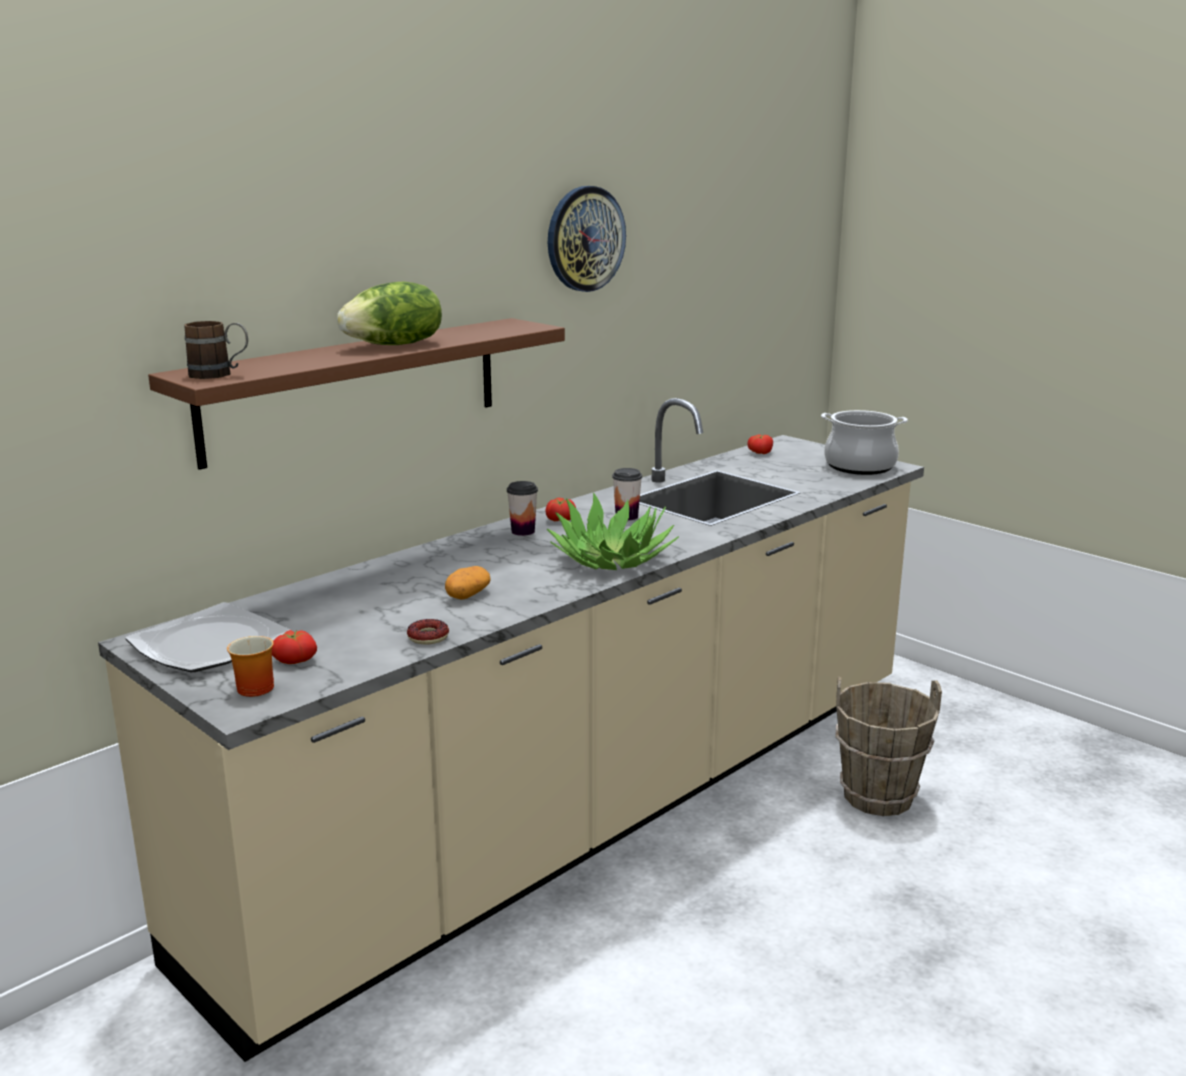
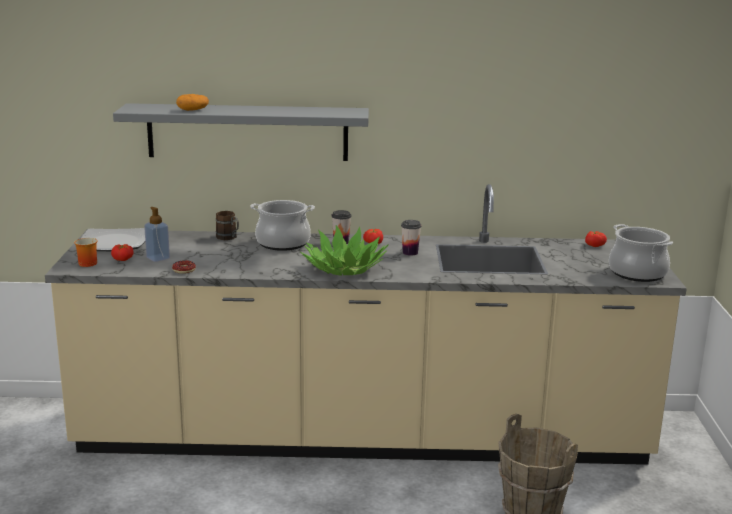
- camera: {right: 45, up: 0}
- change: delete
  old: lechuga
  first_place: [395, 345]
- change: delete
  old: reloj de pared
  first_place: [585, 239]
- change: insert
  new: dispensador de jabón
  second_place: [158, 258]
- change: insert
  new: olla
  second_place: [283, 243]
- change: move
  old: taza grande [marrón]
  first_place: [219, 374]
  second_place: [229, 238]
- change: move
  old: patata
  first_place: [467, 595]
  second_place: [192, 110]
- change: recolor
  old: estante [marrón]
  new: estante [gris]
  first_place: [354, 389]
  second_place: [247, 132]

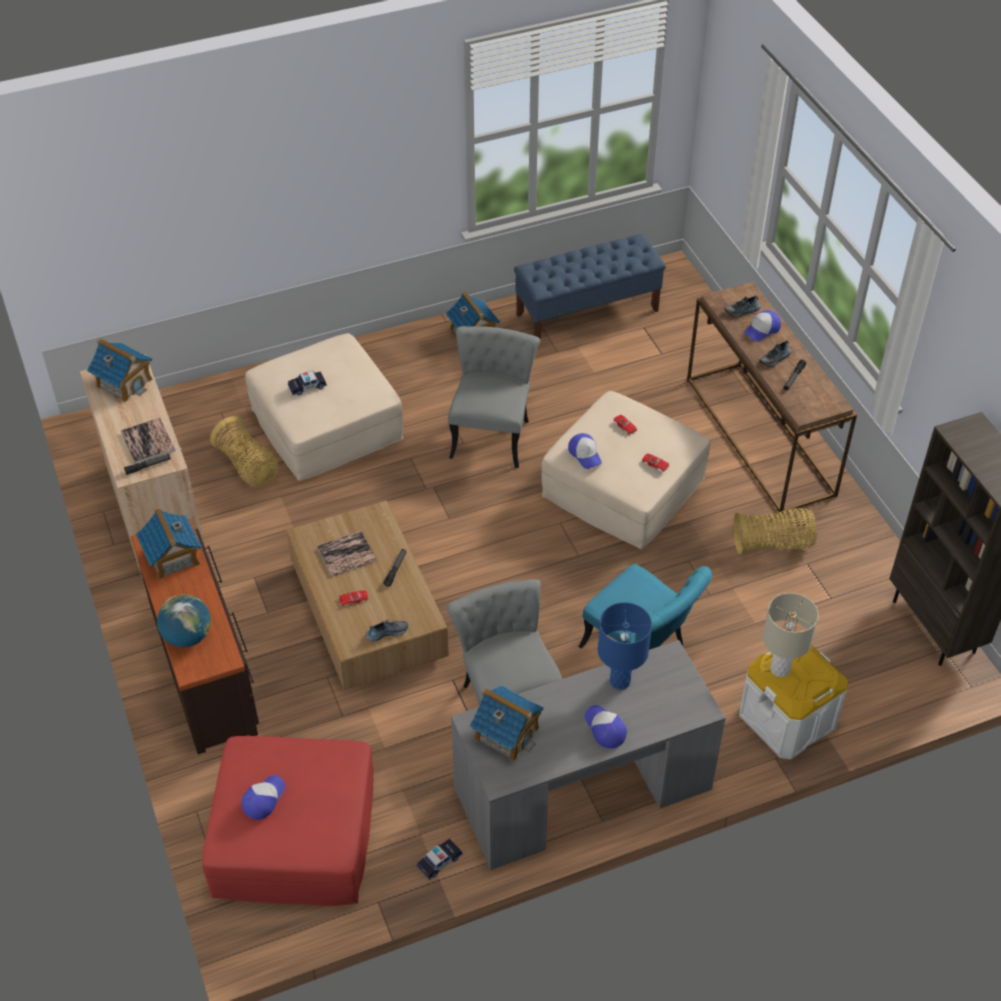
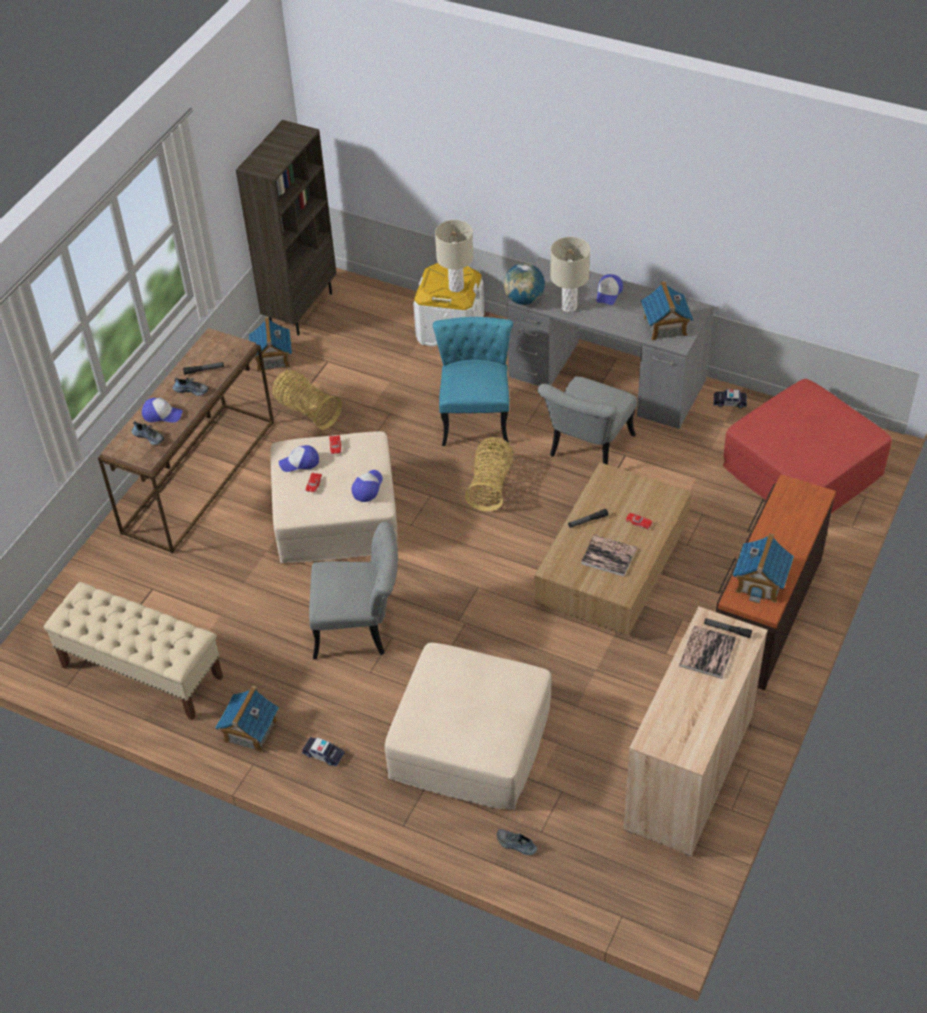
- camera: {right: -130, up: 0}
- change: move
  old: casita
  first_place: [124, 382]
  second_place: [272, 358]
- change: move
  old: globo terráqueo
  first_place: [187, 637]
  second_place: [524, 299]
- change: move
  old: cesta
  first_place: [248, 467]
  second_place: [490, 485]
- change: move
  old: gorra
  first_place: [263, 799]
  second_place: [300, 462]
- change: move
  old: coche de juguete
  first_place: [307, 386]
  second_place: [323, 754]
- change: move
  old: zapato
  first_place: [387, 632]
  second_place: [516, 845]
- change: recolor
  old: banco [azul]
  new: banco [beis]
  first_place: [587, 312]
  second_place: [141, 672]
- change: recolor
  old: lámpara de mesa [azul]
  new: lámpara de mesa [beis]
  first_place: [620, 681]
  second_place: [569, 307]
- change: rotate
  old: silla [gris]
  first_place: [492, 432]
  second_place: [360, 628]
  degrees: -150

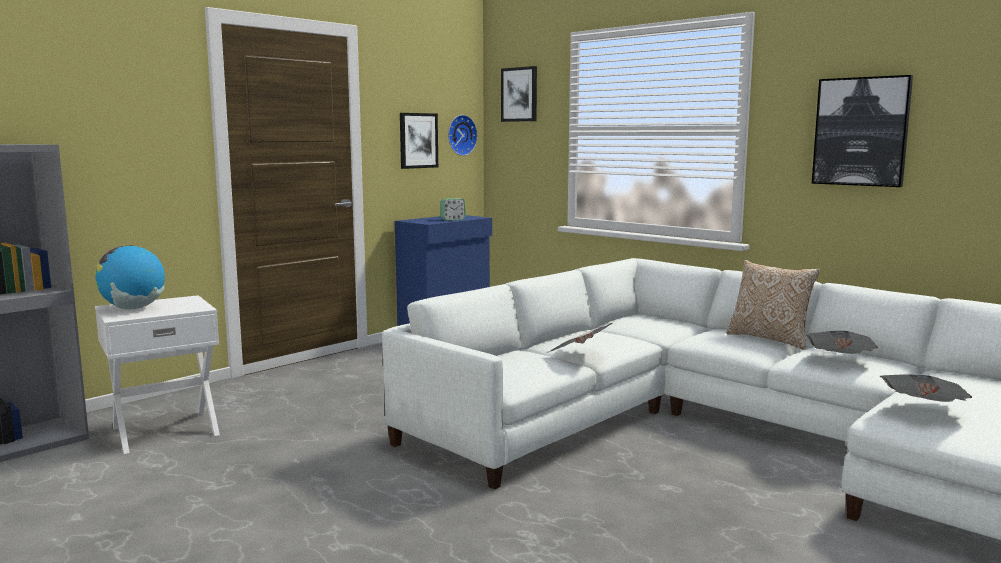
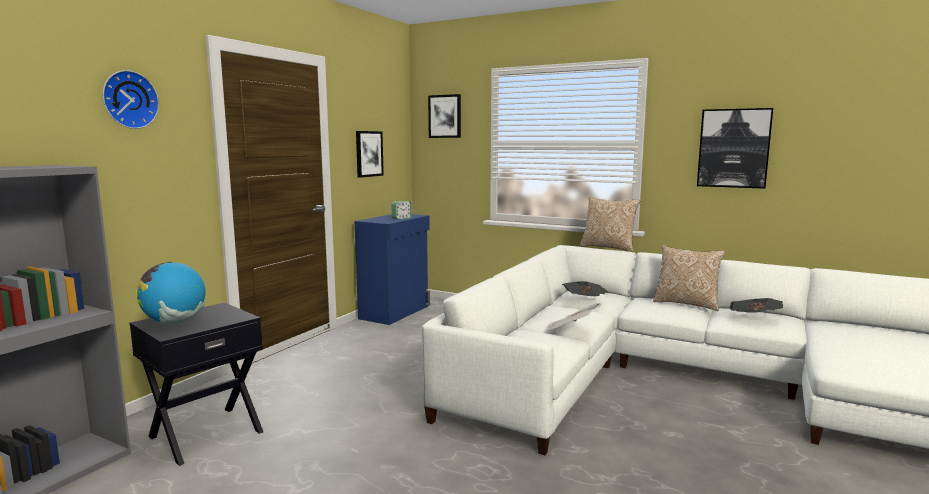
- camera: {right: -15, up: 0}
- change: insert
  new: cojín
  second_place: [608, 248]
- change: move
  old: reloj de pared
  first_place: [460, 135]
  second_place: [128, 100]
- change: move
  old: periódico
  first_place: [924, 410]
  second_place: [585, 301]
- change: recolor
  old: mesa auxiliar [blanco]
  new: mesa auxiliar [negro]
  first_place: [165, 430]
  second_place: [205, 433]

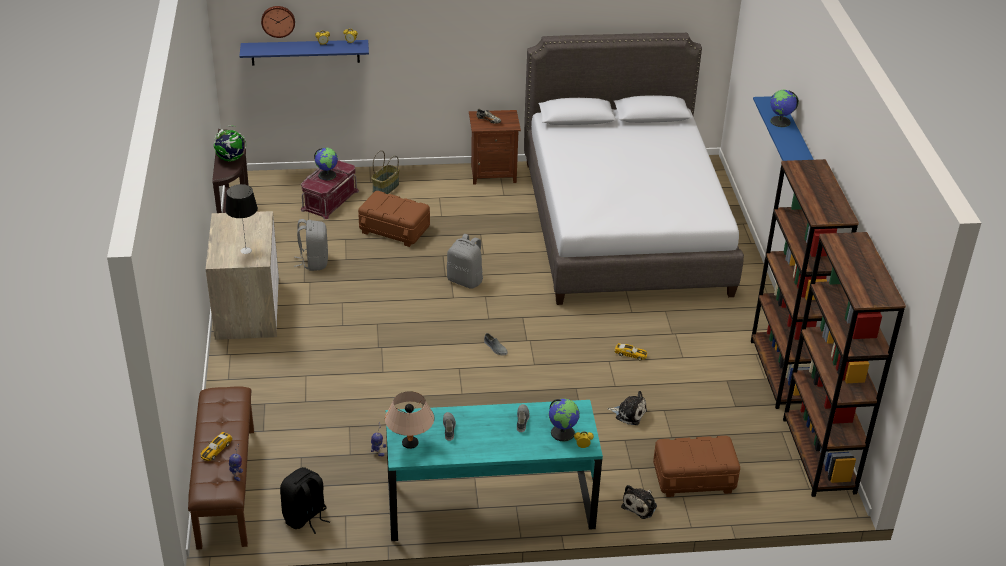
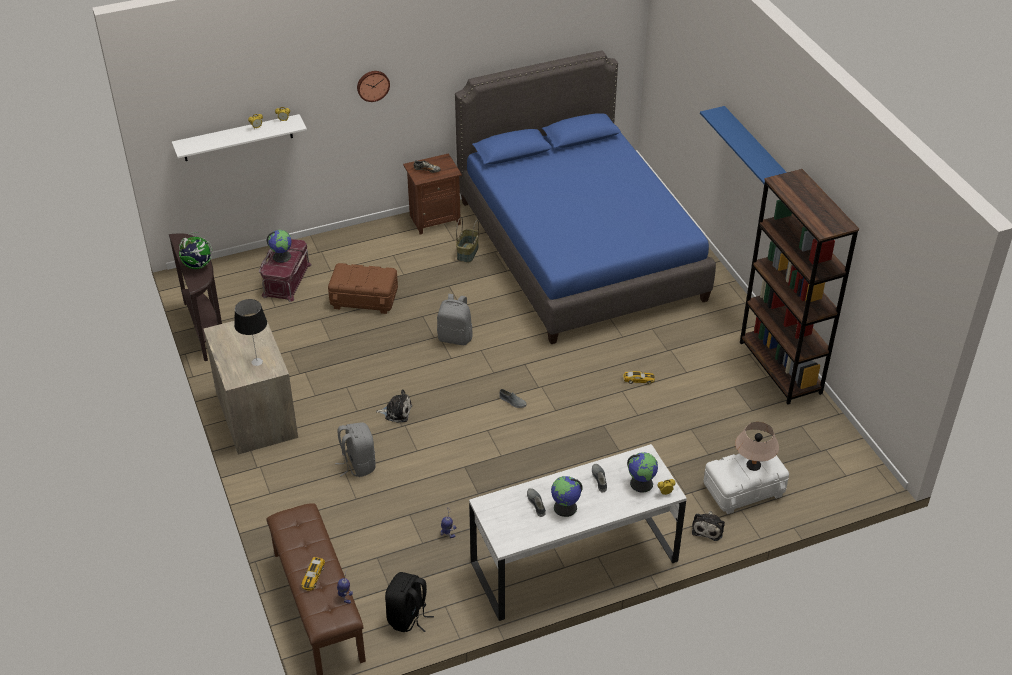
- camera: {right: -15, up: 5}
- change: delete
  old: estantería [marrón]
  first_place: [819, 456]
- change: move
  old: reloj de pared
  first_place: [278, 21]
  second_place: [372, 85]
- change: move
  old: mochila [gris]
  first_place: [314, 262]
  second_place: [358, 465]
- change: move
  old: cesta
  first_place: [386, 188]
  second_place: [468, 253]
- change: move
  old: lámpara de mesa [beis]
  first_place: [409, 443]
  second_place: [753, 466]
- change: move
  old: peluche
  first_place: [629, 413]
  second_place: [396, 412]
- change: move
  old: globo terráqueo
  first_place: [780, 122]
  second_place: [565, 508]
- change: recolor
  old: estante [azul]
  new: estante [blanco]
  first_place: [305, 52]
  second_place: [237, 138]
- change: recolor
  old: escritorio [turquesa]
  new: escritorio [blanco]
  first_place: [490, 505]
  second_place: [574, 562]
- change: recolor
  old: cama [gris]
  new: cama [azul]
  first_place: [623, 226]
  second_place: [579, 249]
- change: recolor
  old: caja de almacenaje [marrón]
  new: caja de almacenaje [blanco]
  first_place: [694, 478]
  second_place: [744, 490]

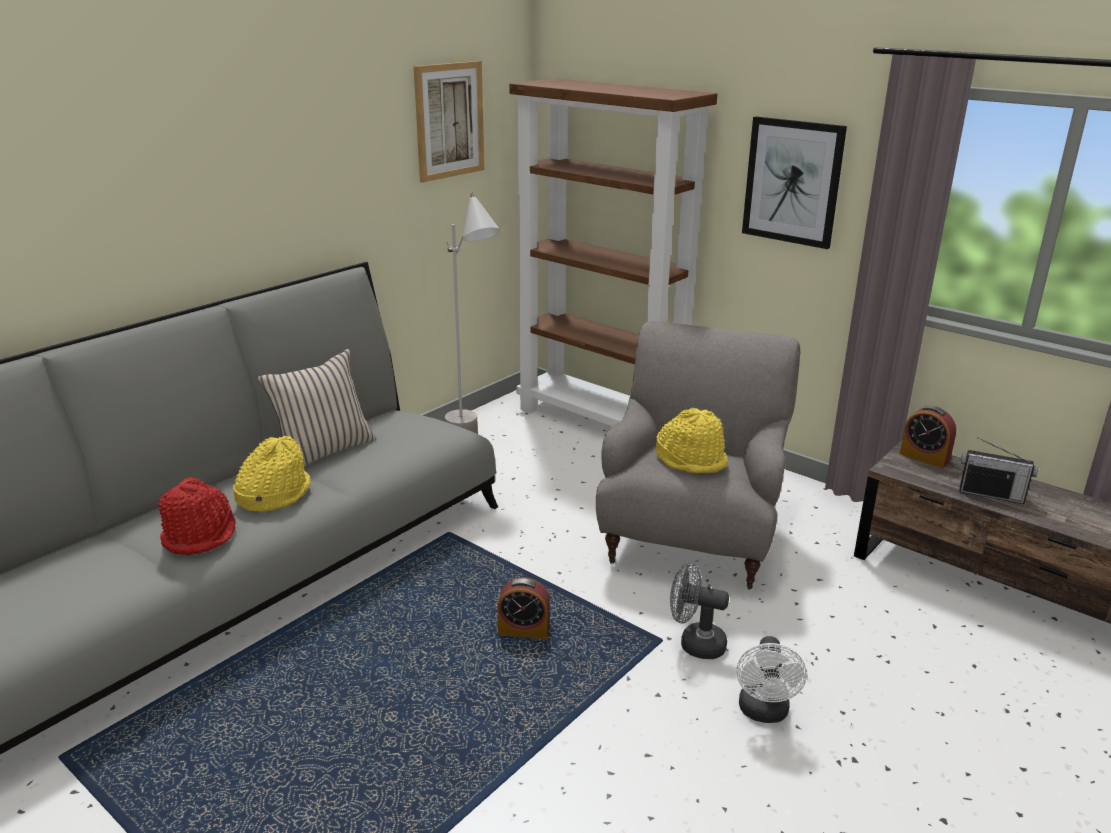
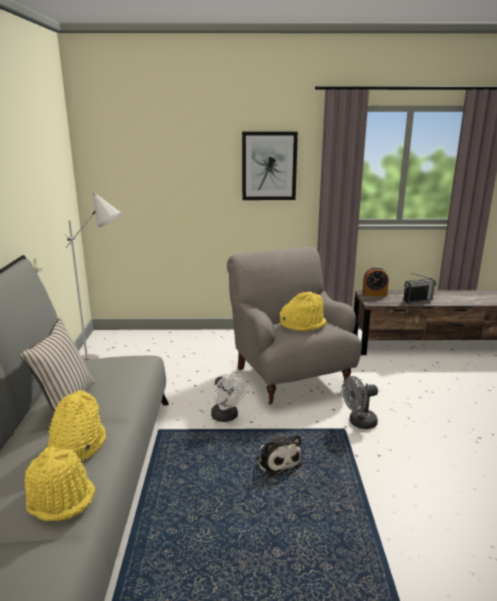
- camera: {right: -40, up: -5}
- change: delete
  old: cuadro
  first_place: [449, 120]
- change: delete
  old: estantería [marrón]
  first_place: [601, 423]
- change: move
  old: ventilador [blanco]
  first_place: [764, 713]
  second_place: [227, 417]
- change: replace
  old: despertador
  new: peluche
  first_place: [524, 631]
  second_place: [277, 461]
- change: recolor
  old: sombrero [rojo]
  new: sombrero [amarillo]
  first_place: [200, 535]
  second_place: [61, 497]

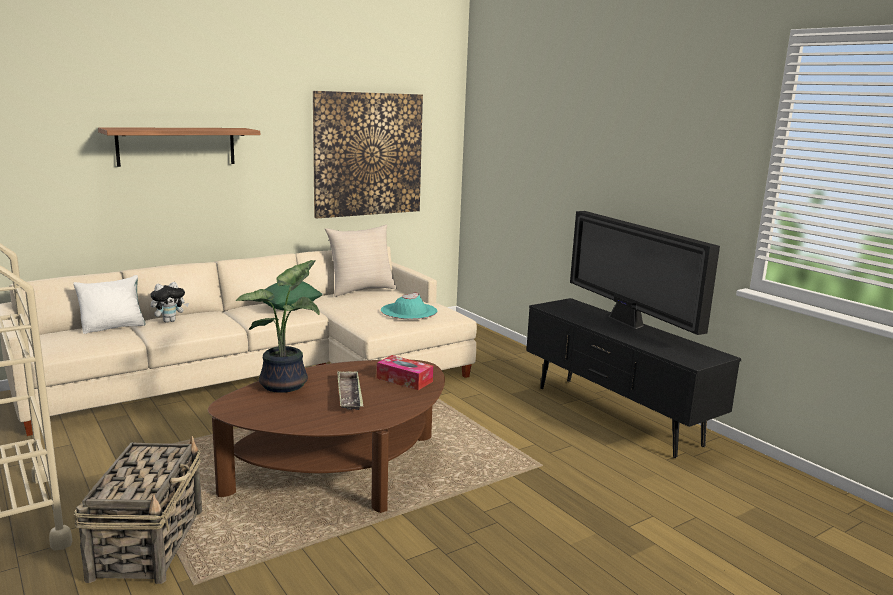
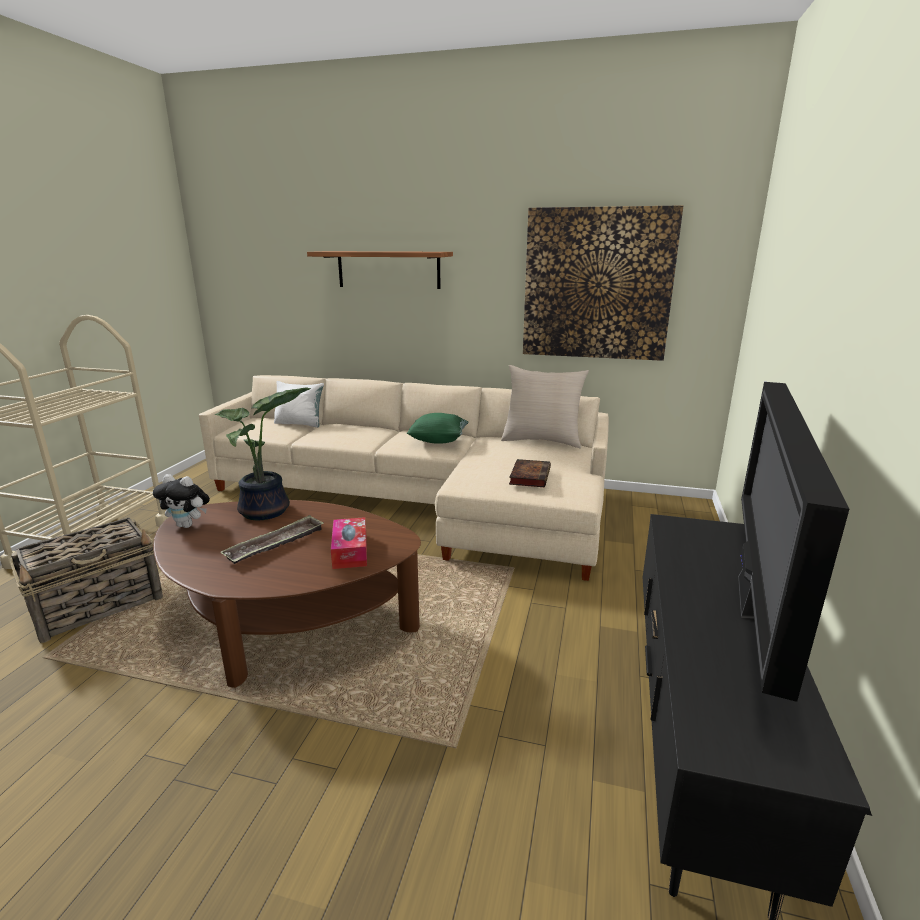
- camera: {right: 50, up: 5}
- change: move
  old: peluche
  first_place: [169, 321]
  second_place: [188, 525]
- change: replace
  old: sombrero [turquesa]
  new: libro
  first_place: [409, 311]
  second_place: [529, 476]

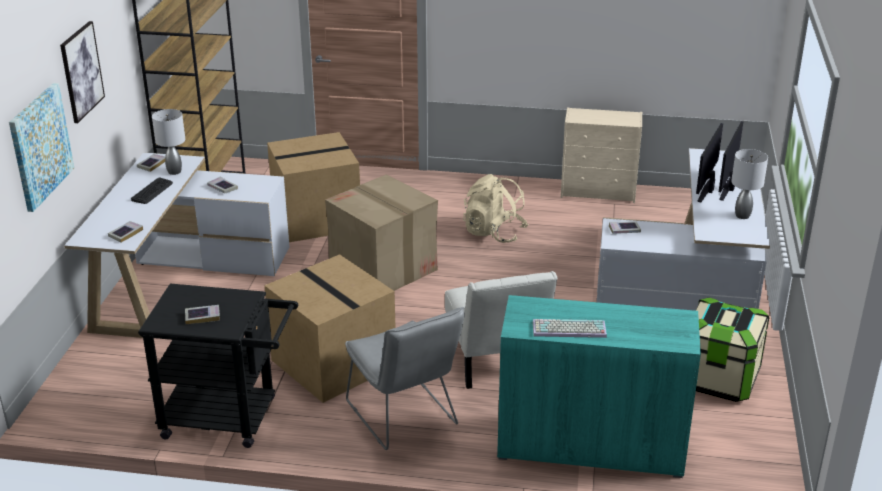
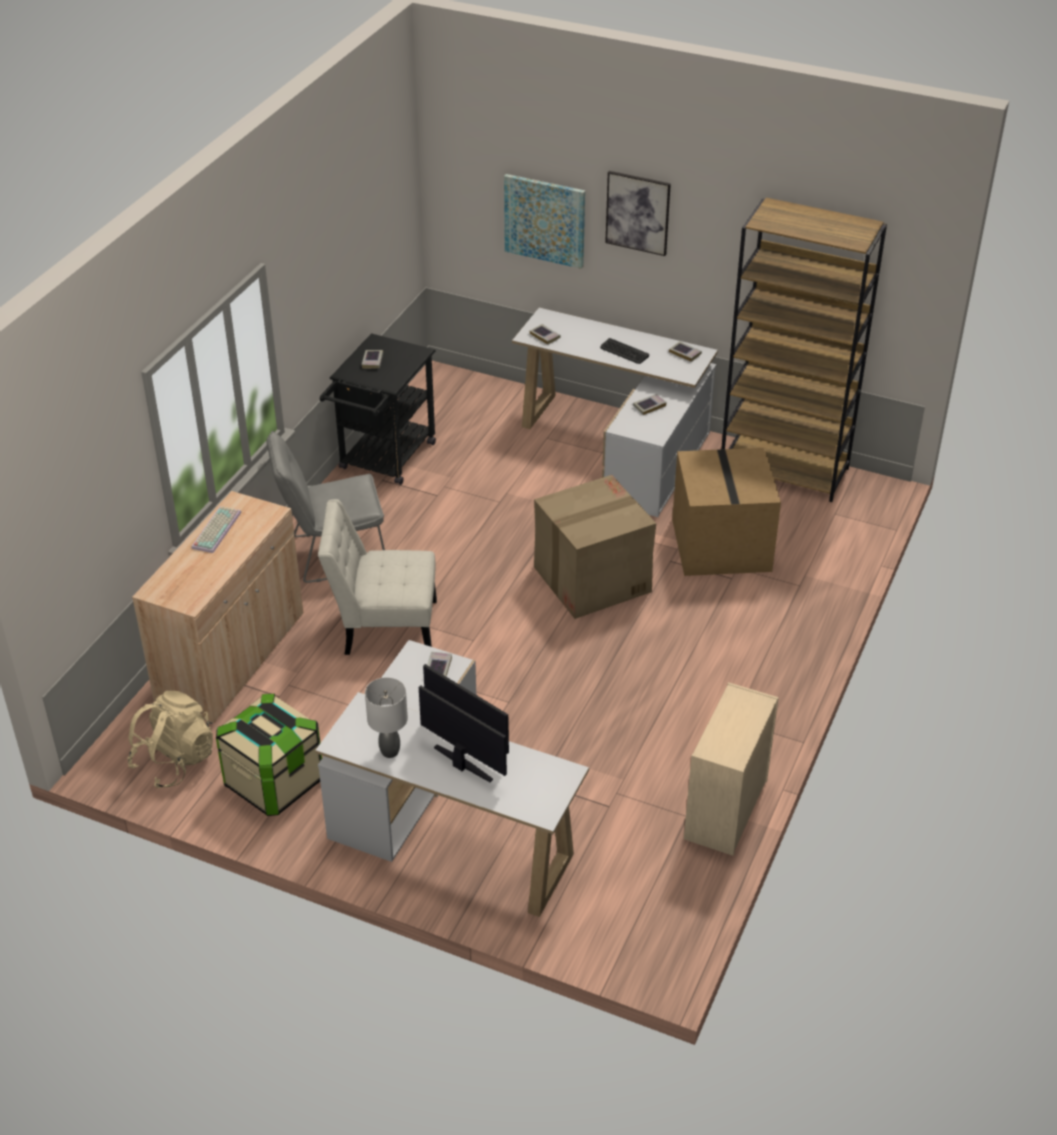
- camera: {right: 105, up: 10}
- change: delete
  old: lámpara de mesa [gris]
  first_place: [174, 172]
- change: delete
  old: caja de cartón
  first_place: [331, 363]
- change: move
  old: mochila [beis]
  first_place: [494, 233]
  second_place: [174, 761]
- change: recolor
  old: armario [turquesa]
  new: armario [beis]
  first_place: [590, 445]
  second_place: [231, 659]

